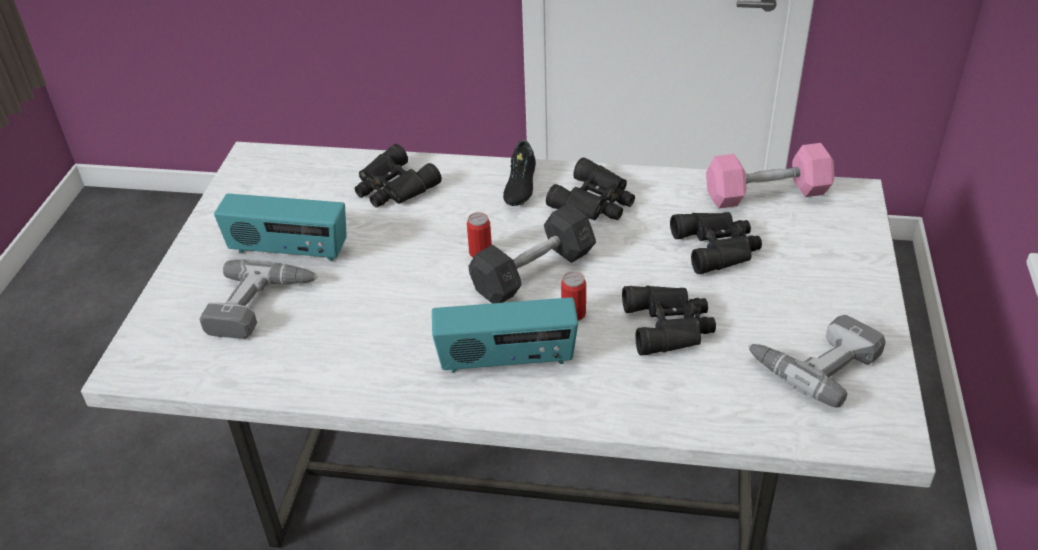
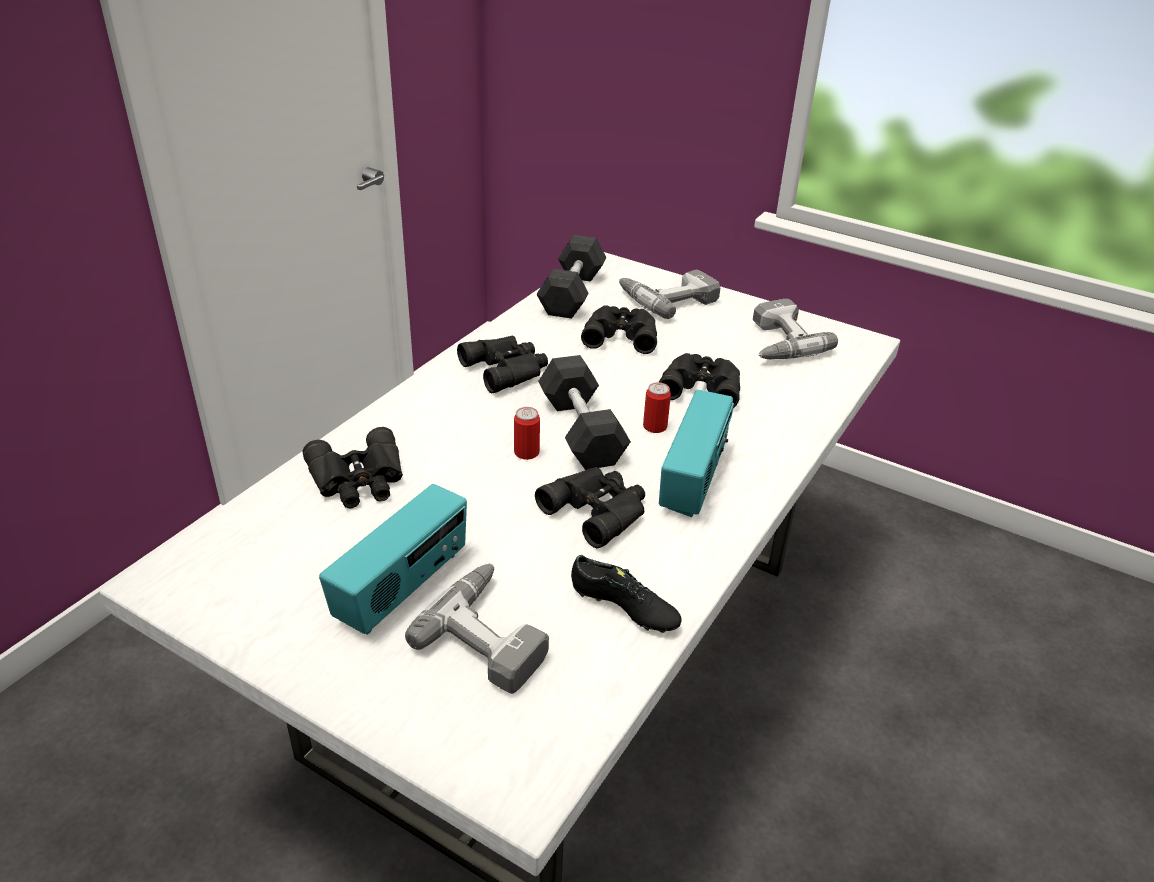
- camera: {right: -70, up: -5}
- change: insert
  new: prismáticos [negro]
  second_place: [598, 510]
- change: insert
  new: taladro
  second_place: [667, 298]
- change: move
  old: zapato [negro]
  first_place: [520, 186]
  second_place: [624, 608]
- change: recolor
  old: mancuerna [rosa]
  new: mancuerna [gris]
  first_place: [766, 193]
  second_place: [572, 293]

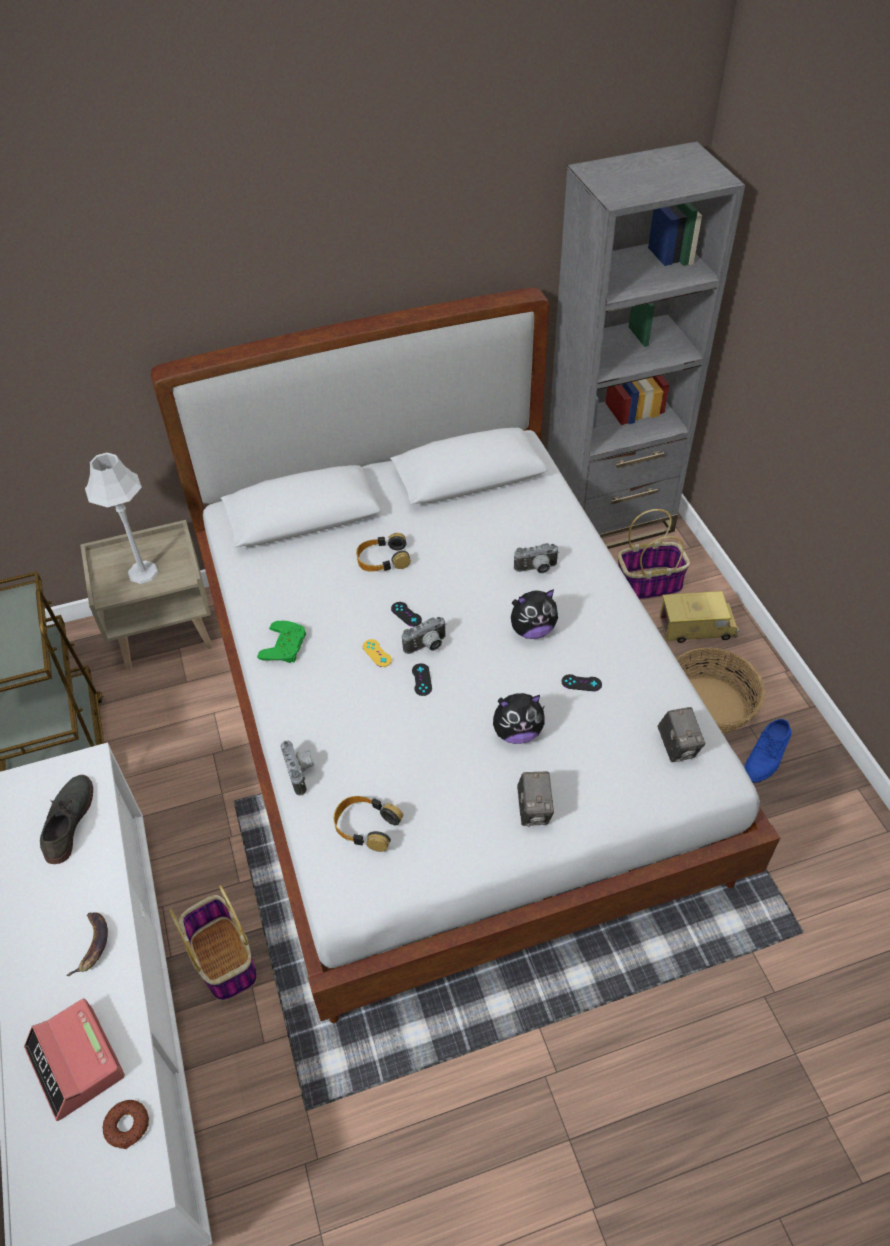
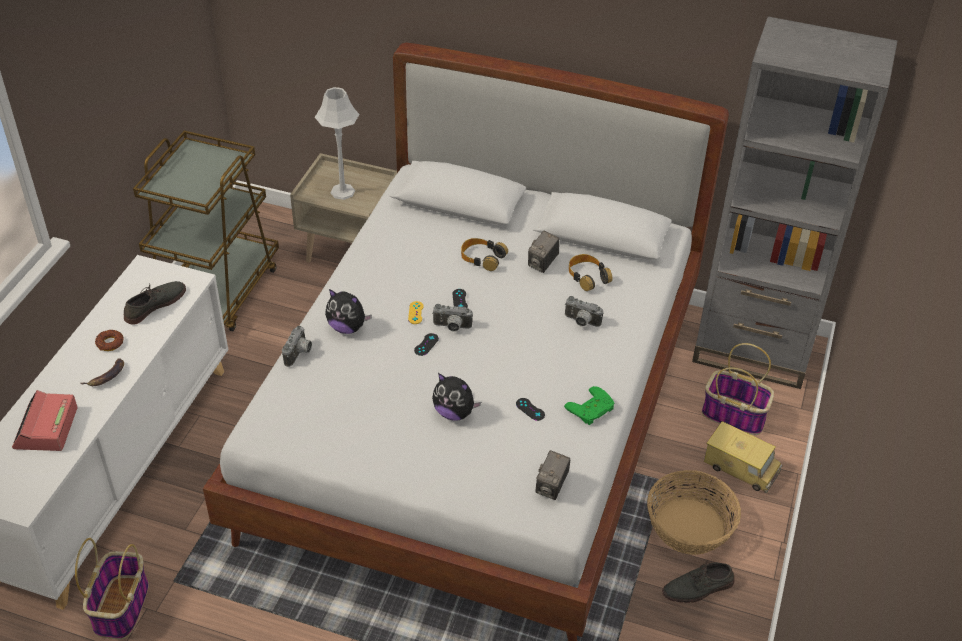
- camera: {right: 35, up: -5}
- change: move
  old: rosquilla
  first_place: [127, 1125]
  second_place: [110, 343]
- change: move
  old: cesta
  first_place: [223, 958]
  second_place: [121, 606]
- change: move
  old: mando de consola [verde]
  first_place: [286, 646]
  second_place: [592, 410]
- change: move
  old: auriculares
  first_place: [366, 826]
  second_place: [587, 276]
- change: move
  old: peluche
  first_place: [532, 630]
  second_place: [347, 327]
- change: move
  old: cámara
  first_place: [534, 810]
  second_place: [542, 263]
- change: recolor
  old: zapato [azul]
  new: zapato [gris]
  first_place: [767, 756]
  second_place: [698, 588]

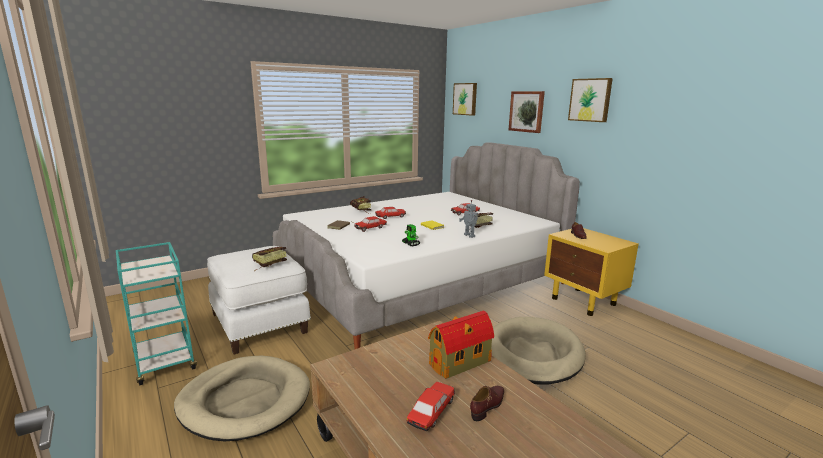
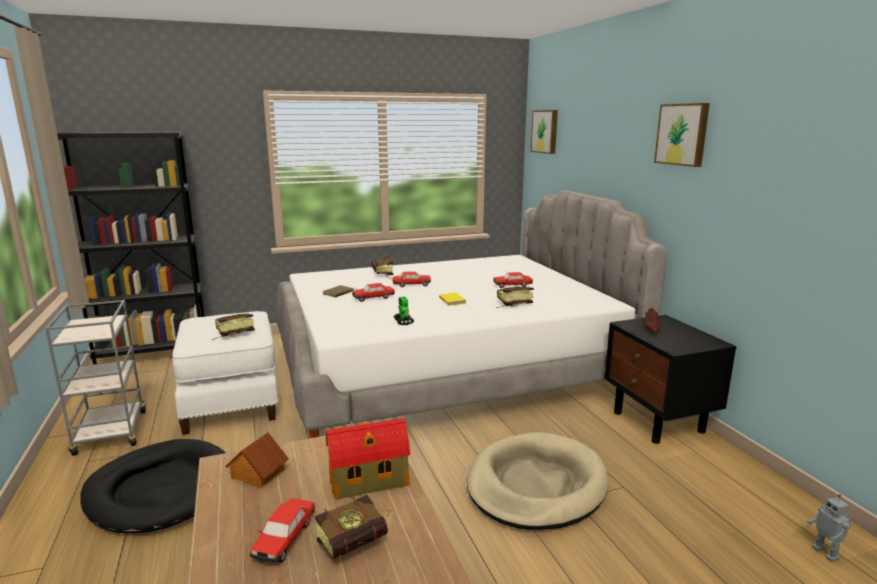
- camera: {right: 15, up: 0}
- change: delete
  old: cuadro
  first_place: [527, 111]
- change: insert
  new: estantería [negro]
  second_place: [154, 356]
- change: insert
  new: casita
  second_place: [257, 474]
- change: move
  old: robot de juguete
  first_place: [470, 235]
  second_place: [826, 553]
- change: replace
  old: zapato [marrón]
  new: libro
  first_place: [488, 406]
  second_place: [359, 542]
- change: recolor
  old: carrito [turquesa]
  new: carrito [gris]
  first_place: [165, 362]
  second_place: [111, 433]
- change: recolor
  old: cama para perro [beis]
  new: cama para perro [negro]
  first_place: [245, 401]
  second_place: [162, 490]
- change: recolor
  old: mesita de noche [amarillo]
  new: mesita de noche [negro]
  first_place: [584, 301]
  second_place: [659, 422]
- change: rotate
  old: coche de juguete
  first_place: [431, 412]
  second_place: [285, 538]
  degrees: 150

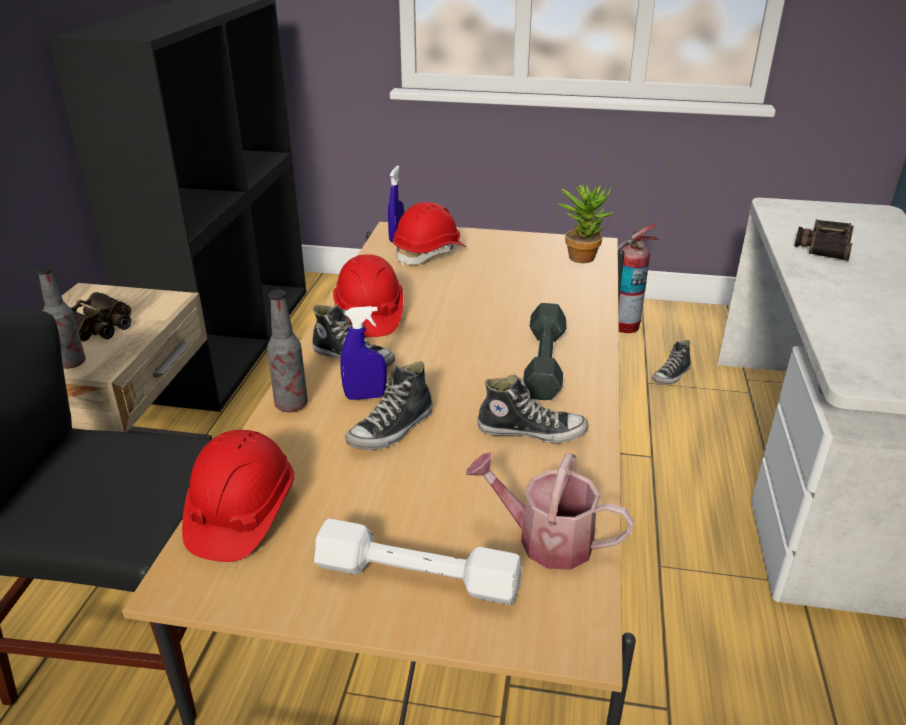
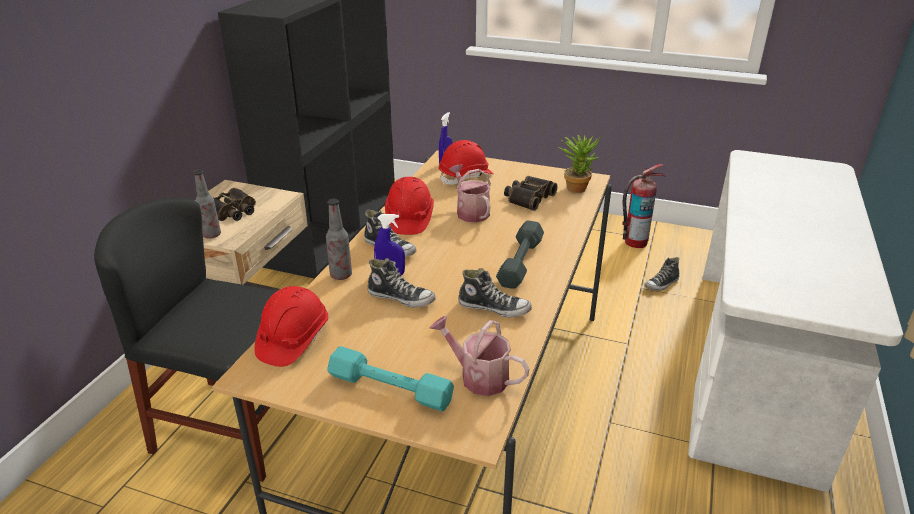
- camera: {right: 10, up: 0}
- change: insert
  new: regadera
  second_place: [470, 212]
- change: move
  old: prismáticos
  first_place: [823, 247]
  second_place: [528, 198]
- change: recolor
  old: mancuerna [blanco]
  new: mancuerna [turquesa]
  first_place: [417, 576]
  second_place: [390, 388]
- change: rotate
  old: zapato
  first_place: [392, 430]
  second_place: [401, 298]
  degrees: -120

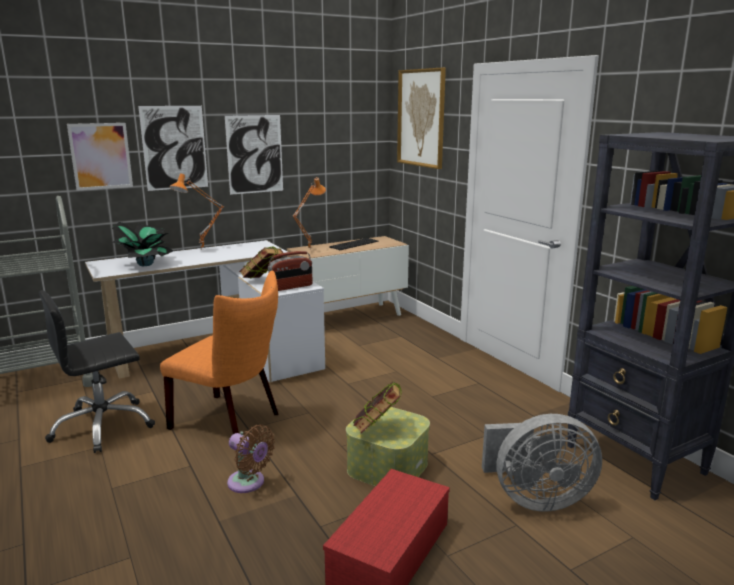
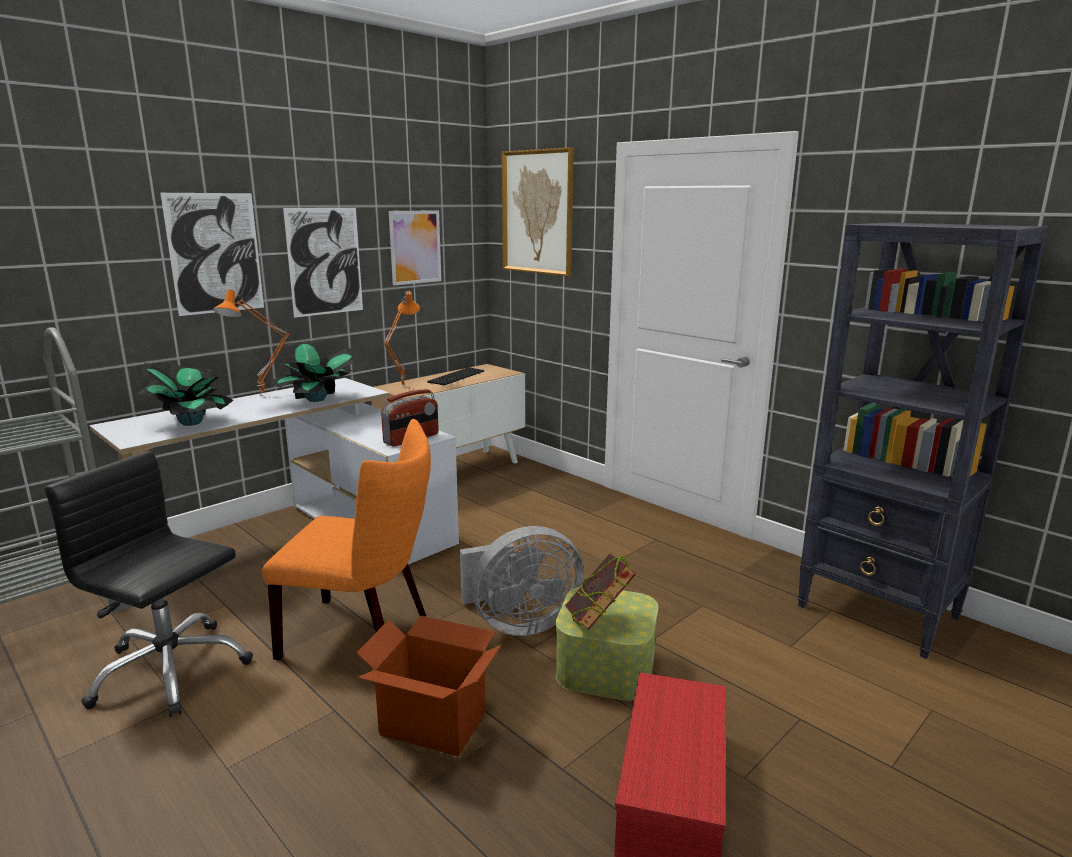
- camera: {right: -15, up: 0}
- change: delete
  old: libro
  first_place: [263, 281]
- change: insert
  new: planta en maceta
  second_place: [317, 399]
- change: move
  old: cuadro
  first_place: [101, 156]
  second_place: [415, 247]
- change: move
  old: ventilador [gris]
  first_place: [535, 498]
  second_place: [519, 623]
- change: replace
  old: ventilador [marrón]
  new: caja de cartón
  first_place: [249, 483]
  second_place: [433, 723]
- change: rotate
  old: silla de oficina [negro]
  first_place: [103, 426]
  second_place: [170, 670]
  degrees: 75

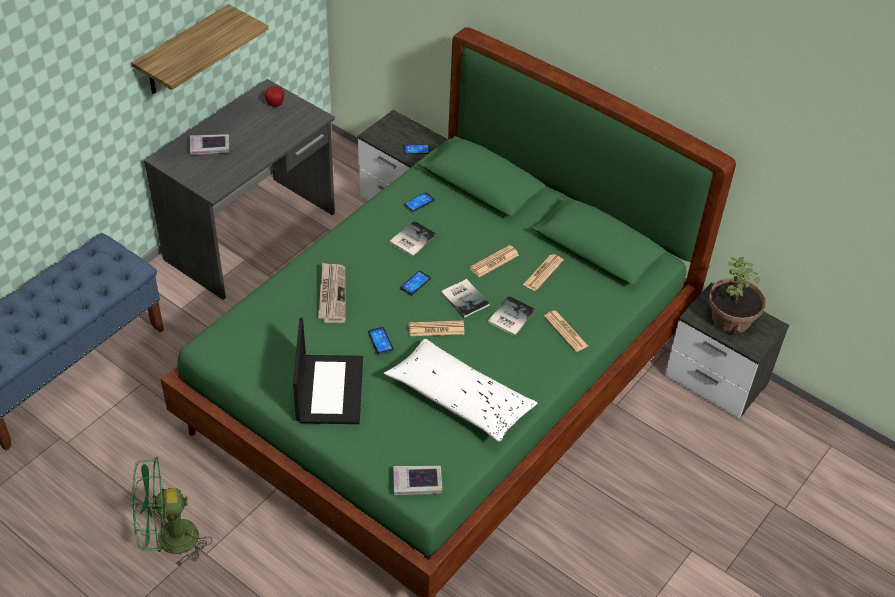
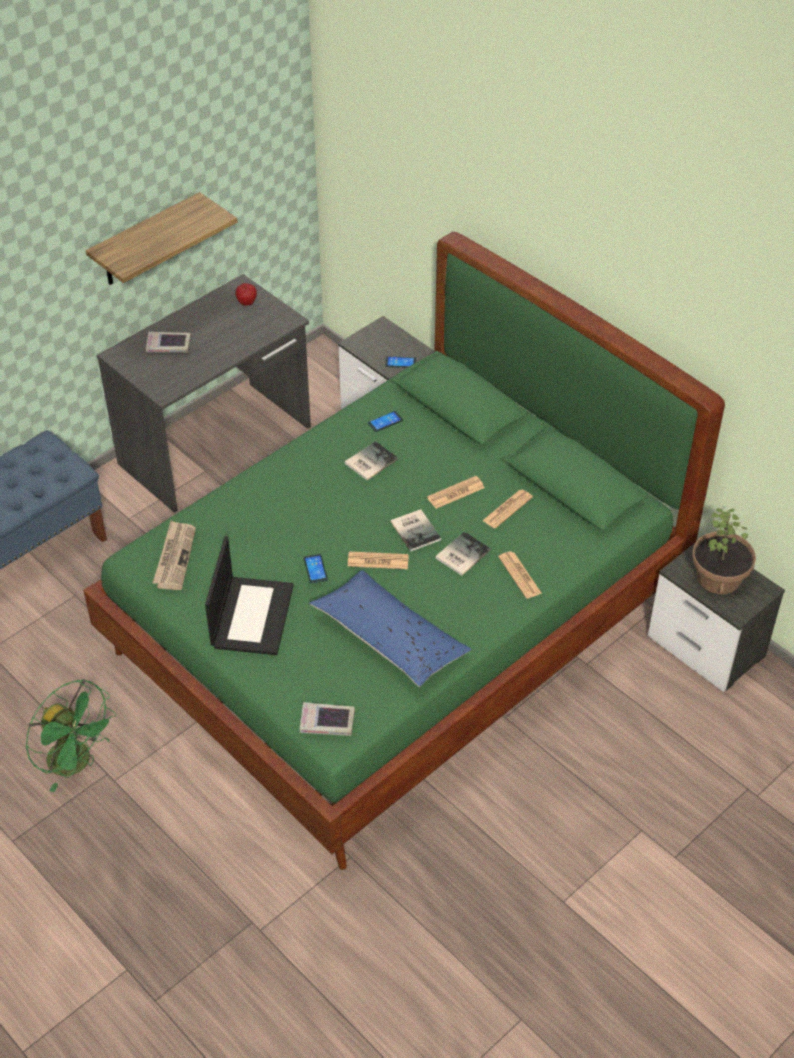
- camera: {right: 10, up: 0}
- change: delete
  old: móvil
  first_place: [415, 283]
- change: move
  old: periódico
  first_place: [332, 294]
  second_place: [174, 557]
- change: recolor
  old: cojín [blanco]
  new: cojín [azul]
  first_place: [460, 399]
  second_place: [389, 638]
- change: rotate
  old: ventilador [verde]
  first_place: [168, 540]
  second_place: [77, 763]
  degrees: -135

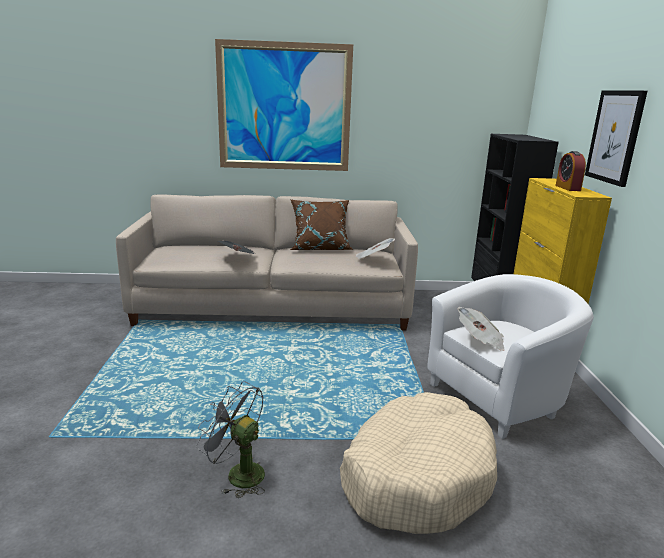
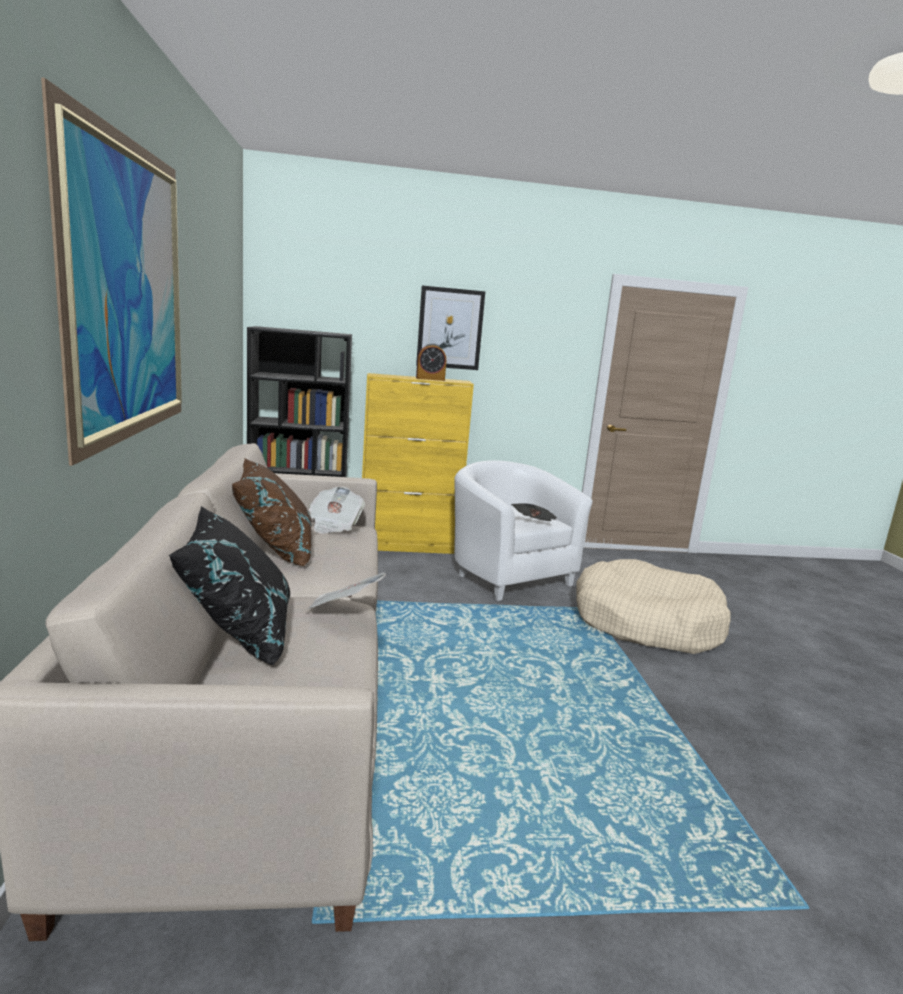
- camera: {right: -95, up: -5}
- change: delete
  old: ventilador [gris]
  first_place: [238, 473]
- change: insert
  new: cojín [negro]
  second_place: [238, 634]

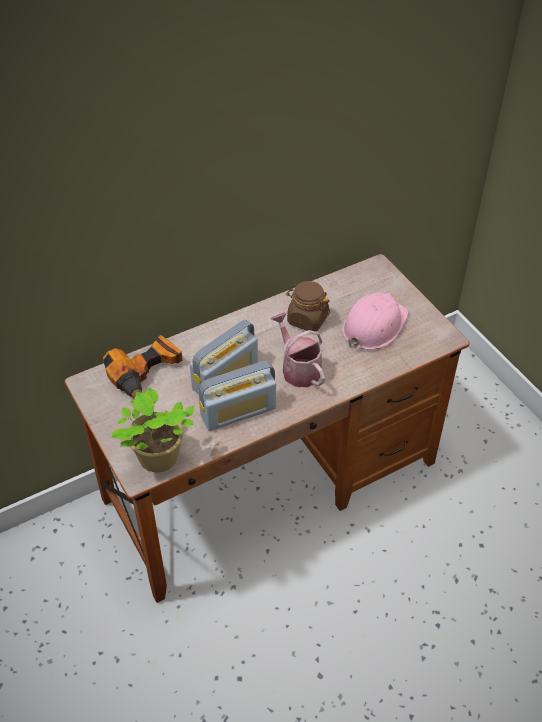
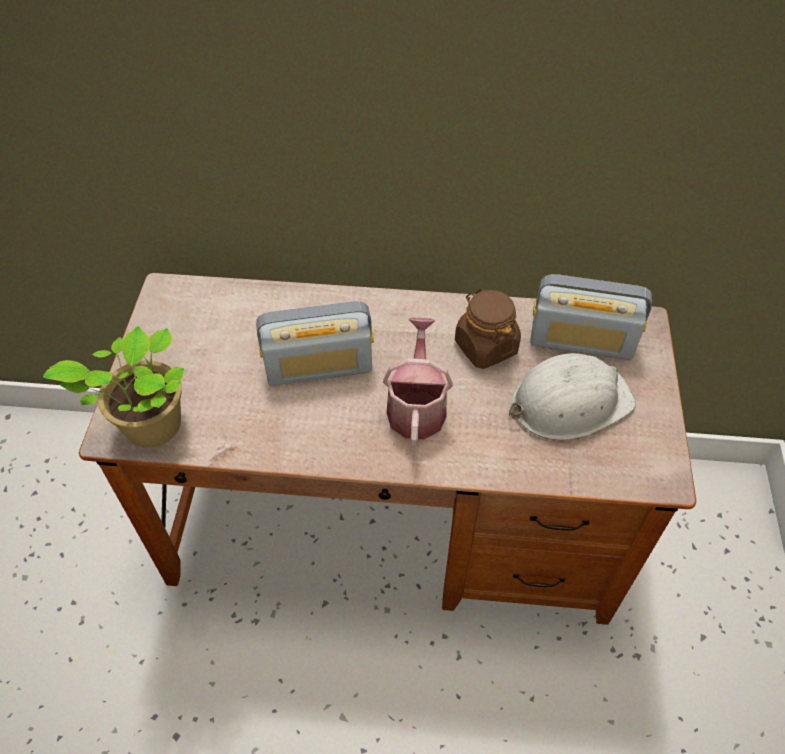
- camera: {right: 35, up: 5}
- change: delete
  old: taladro
  first_place: [148, 376]
- change: move
  old: radio
  first_place: [238, 412]
  second_place: [581, 341]
- change: recolor
  old: casco [rosa]
  new: casco [blanco]
  first_place: [374, 325]
  second_place: [569, 402]

